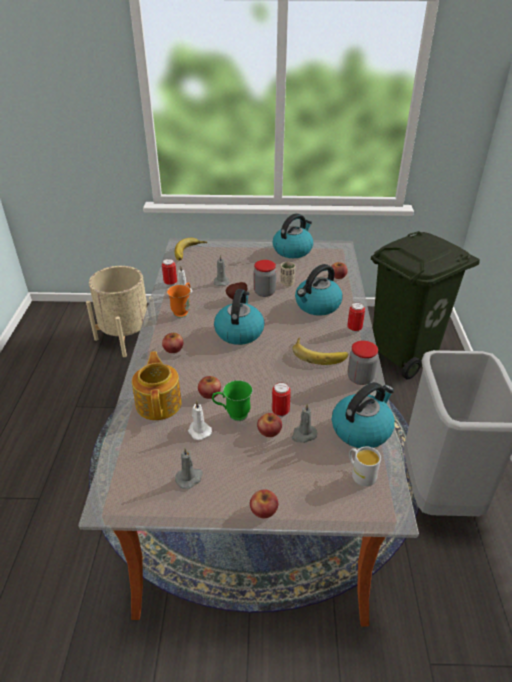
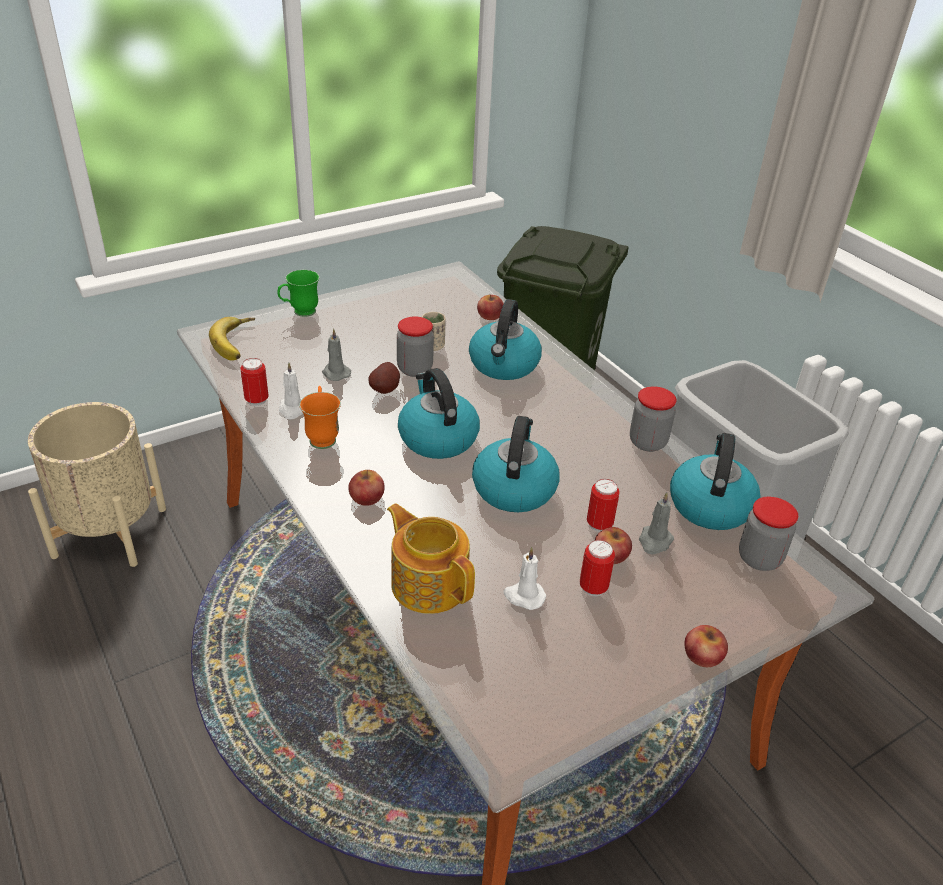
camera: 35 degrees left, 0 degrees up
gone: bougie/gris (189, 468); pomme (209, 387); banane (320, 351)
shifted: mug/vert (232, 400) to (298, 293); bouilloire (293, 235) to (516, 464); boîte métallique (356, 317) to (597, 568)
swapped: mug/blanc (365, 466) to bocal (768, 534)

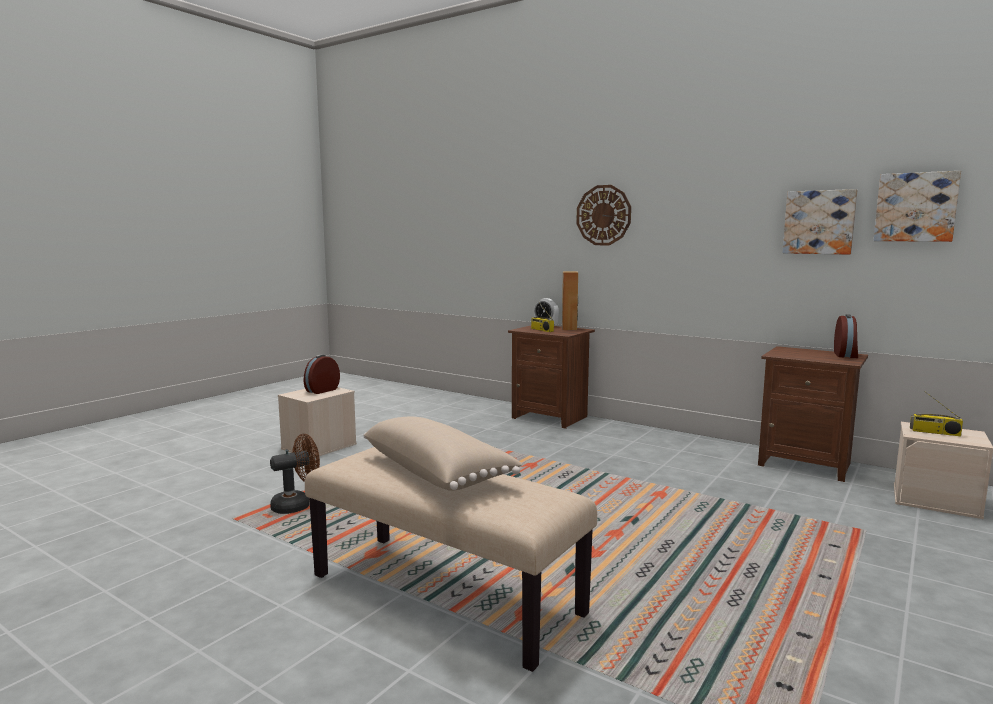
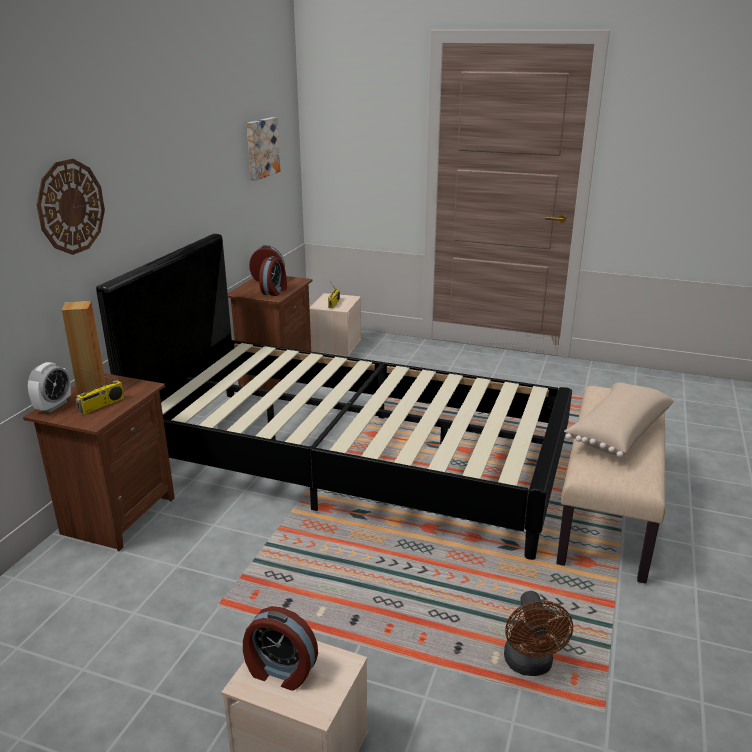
camera: 105 degrees left, 15 degrees up
gone: tableau (820, 222)
new: lit/noir (334, 397); réveil (273, 276)
rotated: ventilateur/marron (295, 474) = (538, 633) 135 degrees counterclockwise

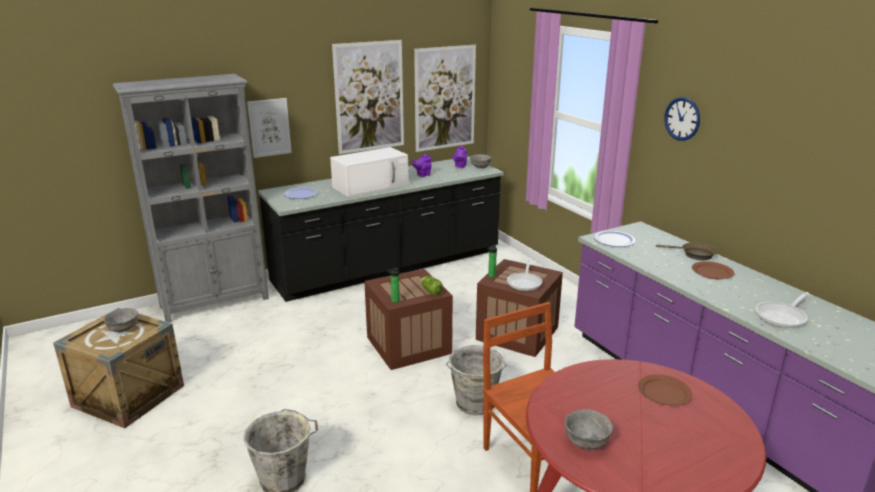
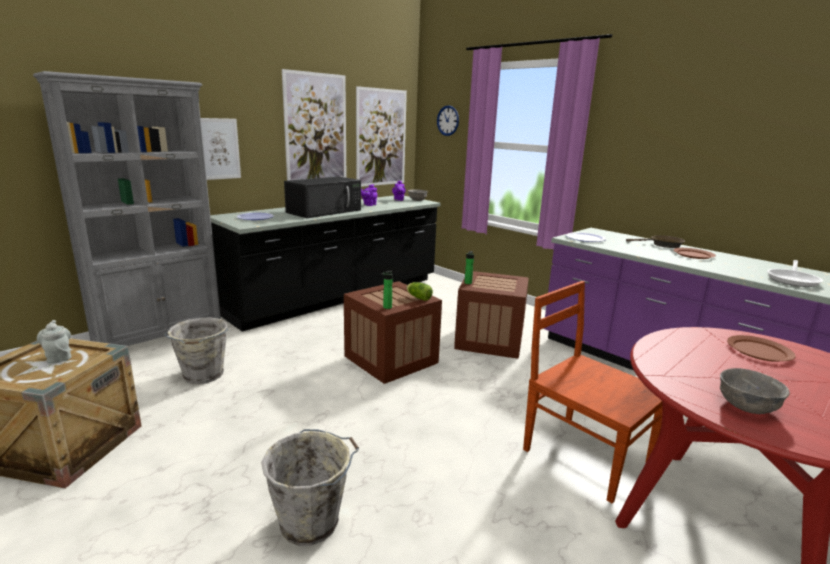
camera: 15 degrees left, 5 degrees down
gone: poêle (524, 275)
shifted: seau/gris (476, 380) to (196, 351); horloge murale (682, 119) to (448, 120)
swapped: bol/gris (121, 320) to théière/gris (54, 342)
repainted: micro-ondes/blanc (369, 172) to micro-ondes/noir (322, 197)

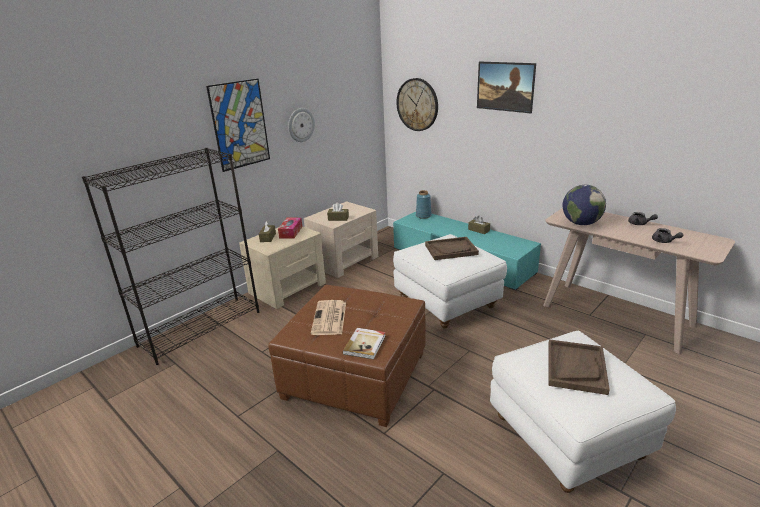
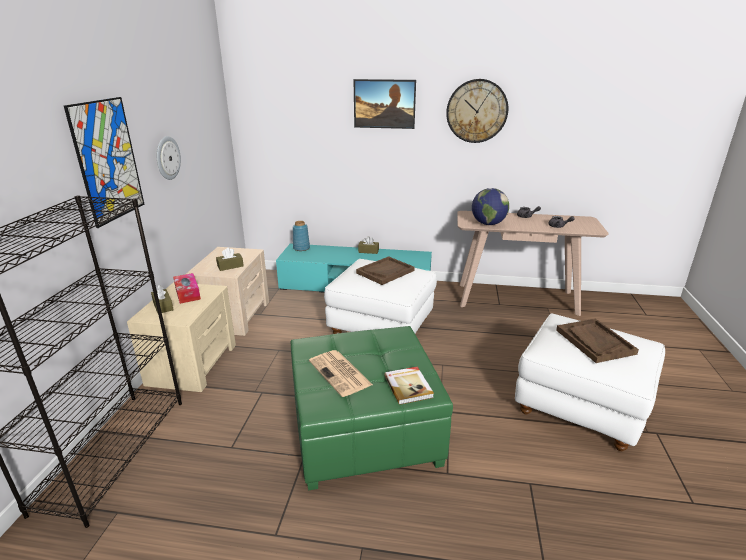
camera: 35 degrees left, 0 degrees up
shifted: horloge murale (417, 104) to (477, 111)
repainted: pouf/marron (346, 355) to pouf/vert (372, 408)

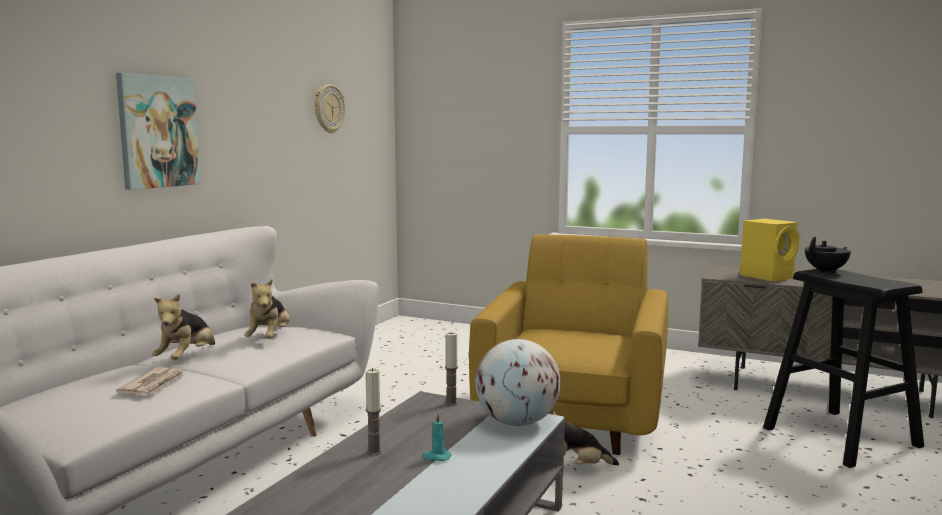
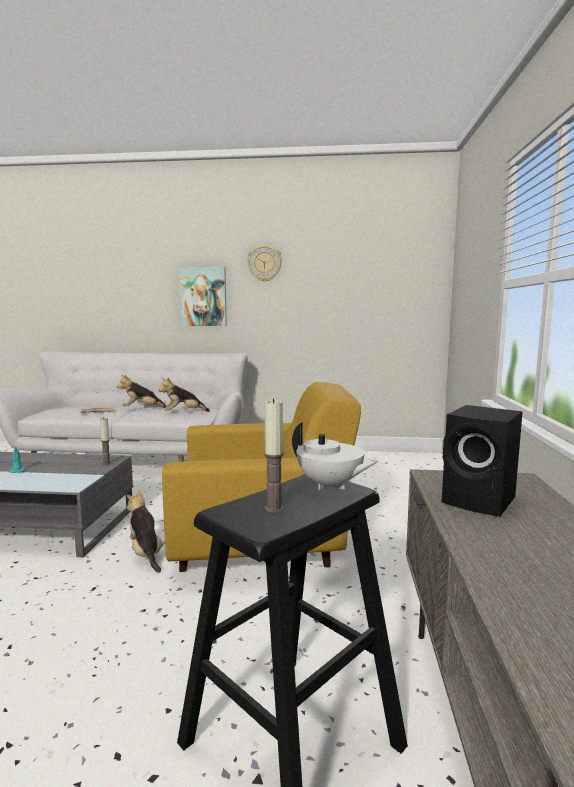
camera: 70 degrees right, 0 degrees up
gone: globe (518, 382)
shifted: horloge murale (330, 108) to (264, 263); bougie (373, 412) to (274, 455)
repainted: théière/noir (828, 255) to théière/blanc (335, 456); enceinte/jaune (769, 250) to enceinte/noir (482, 461)

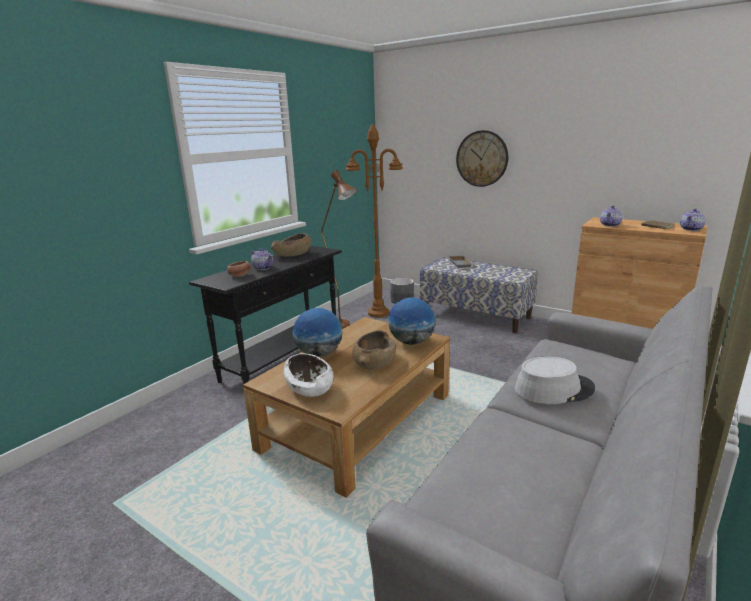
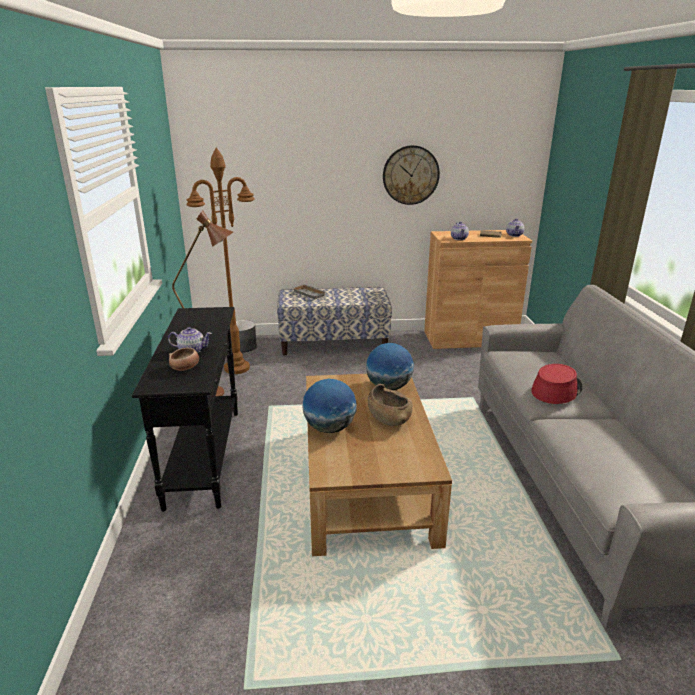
camera: 40 degrees left, 5 degrees up
gone: bol/marron (291, 245); bol/blanc (308, 375)
shifted: horloge murale (482, 158) to (411, 175)
repainted: chapeau/gris (555, 380) to chapeau/rouge (557, 384)

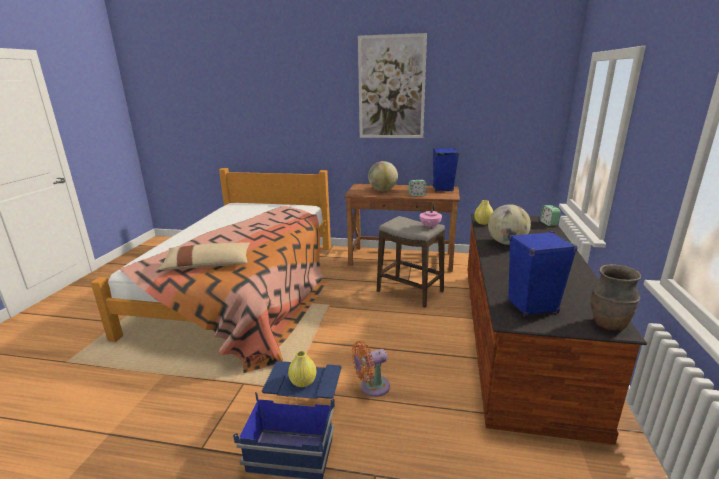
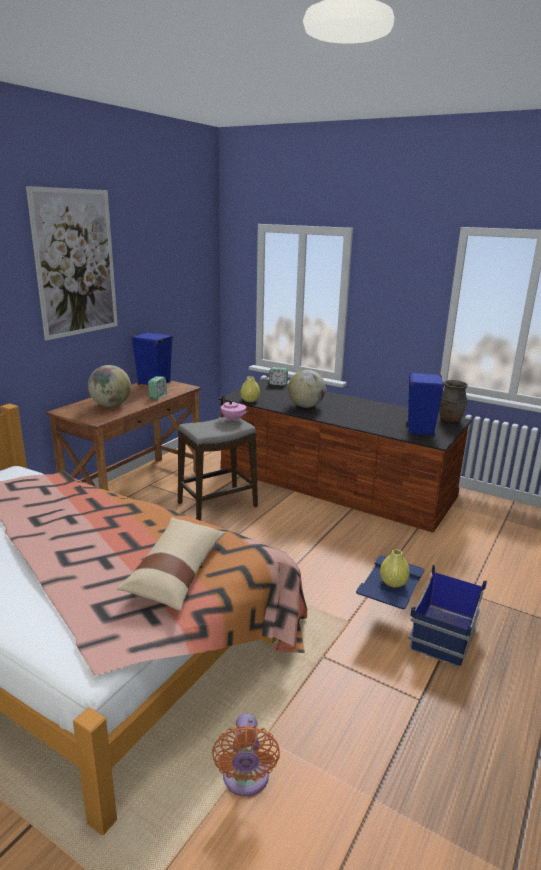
camera: 70 degrees left, 0 degrees up
shifted: ventilateur/orange (371, 369) to (246, 755)

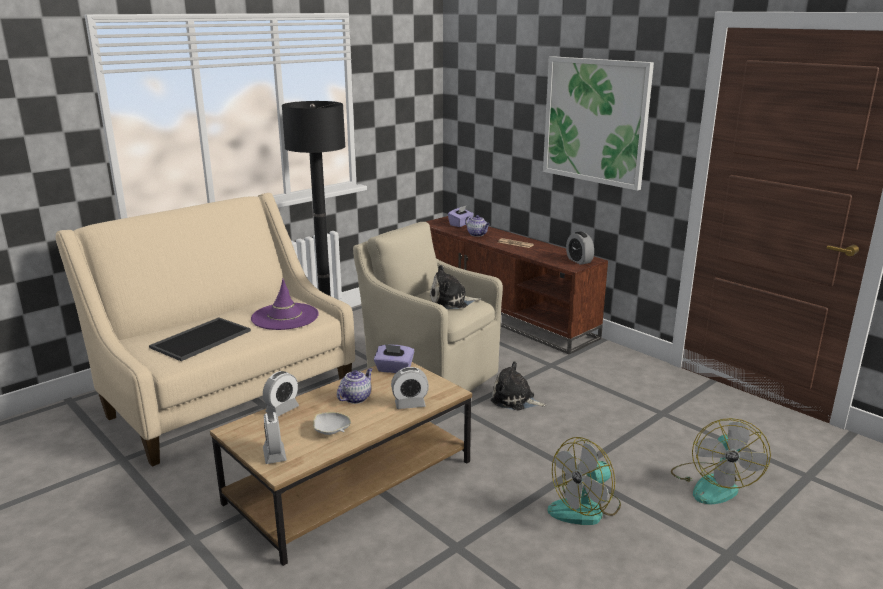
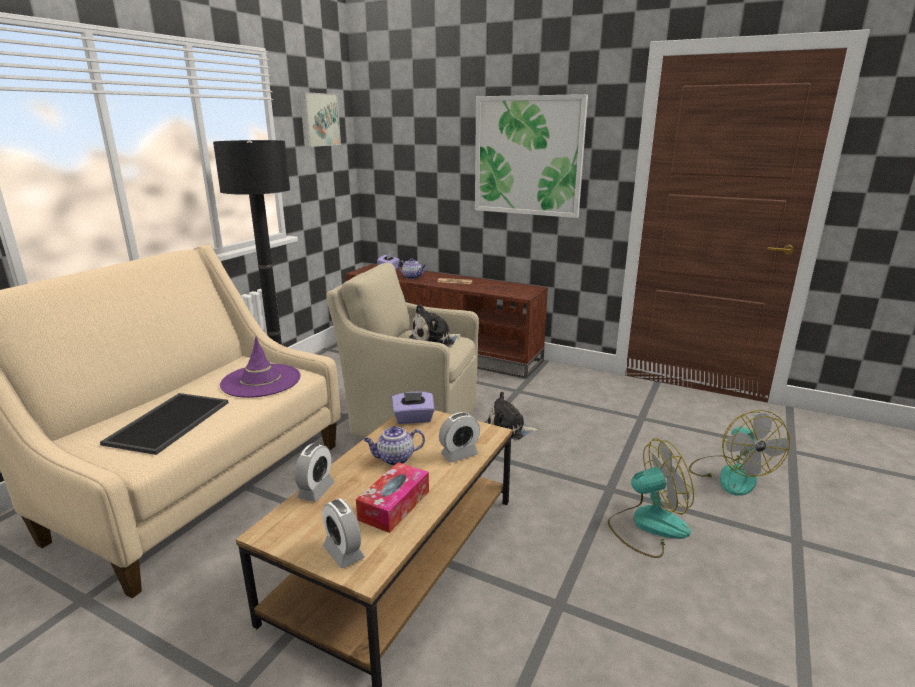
camera: 20 degrees left, 0 degrees up
gone: réveil (580, 248)
new: tableau (320, 119)
swapped: bol/blanc (332, 423) to boîte à mouchoirs (392, 497)
rotated: théière (355, 386) = (394, 446) 120 degrees counterclockwise; ventilateur (584, 481) = (651, 498) 135 degrees counterclockwise

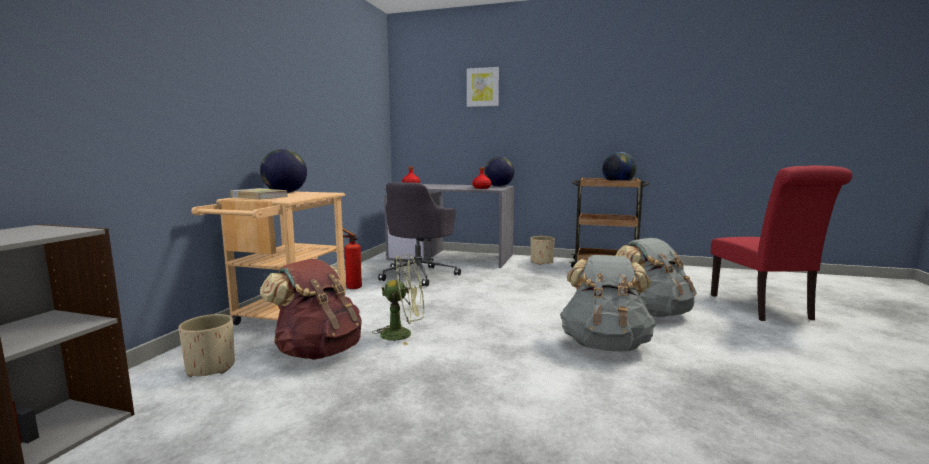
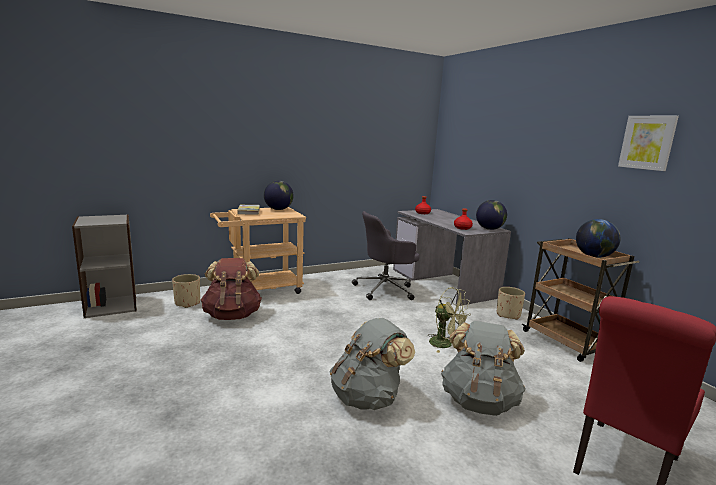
camera: 45 degrees right, 5 degrees up
gone: extincteur (352, 258)
shifted: ventilateur/vert (398, 299) to (449, 320); tableau (483, 87) to (648, 143)

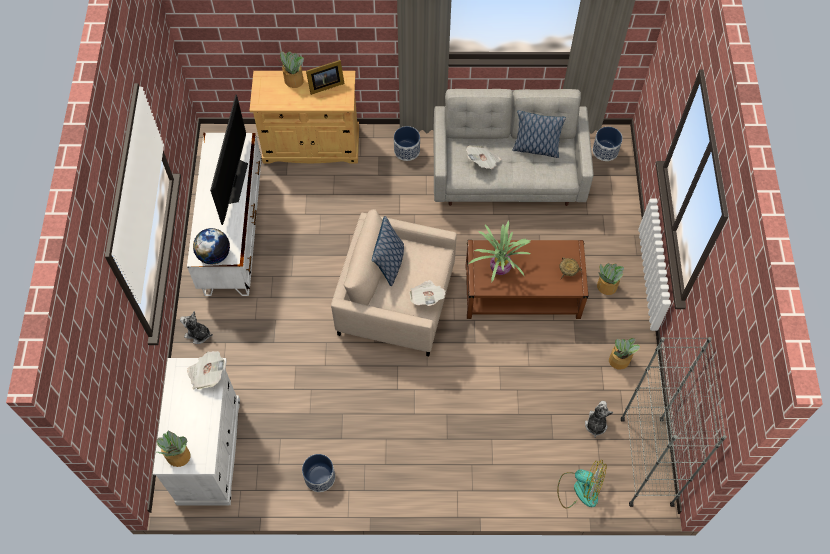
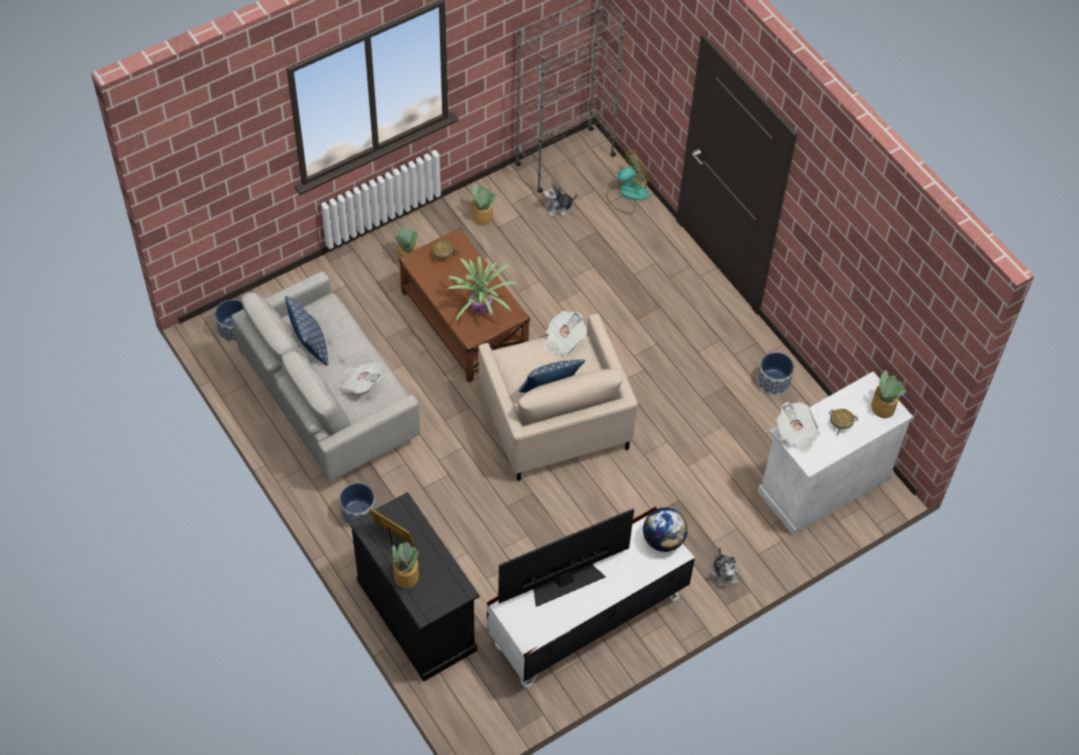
camera: 125 degrees left, 5 degrees down
new: bol/beige (843, 422)
repainted: meuble de rangement/beige (304, 117) to meuble de rangement/noir (415, 586)
rotated: ventilateur (582, 484) = (628, 182) 75 degrees clockwise

